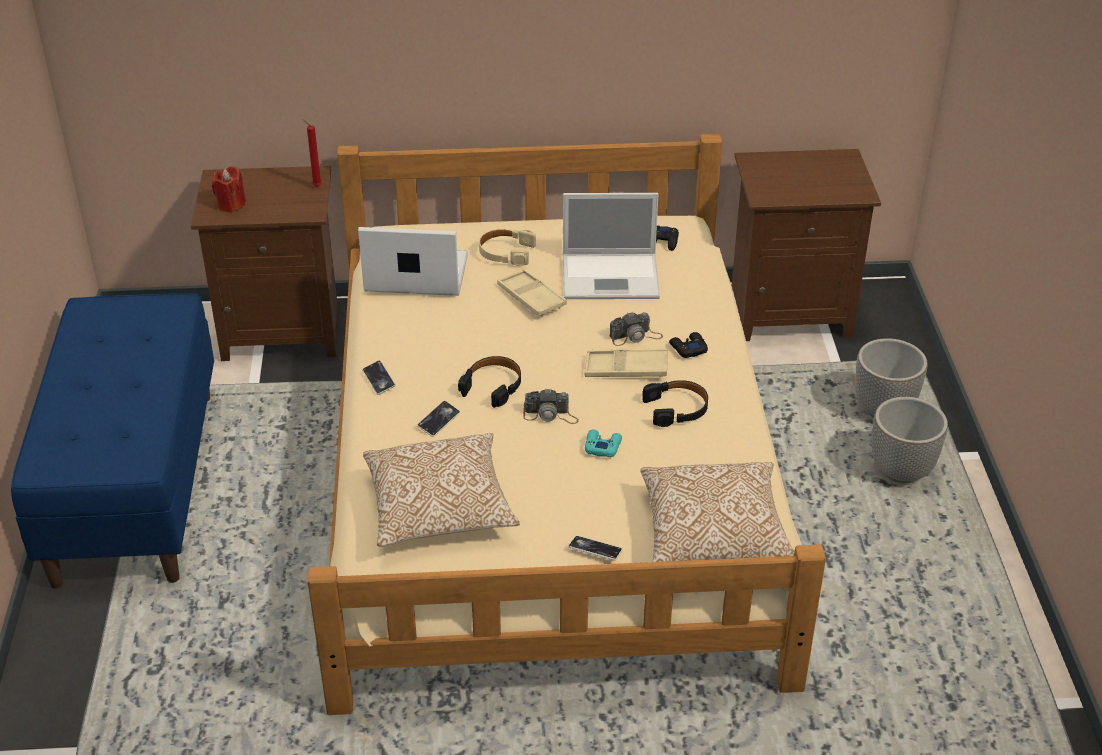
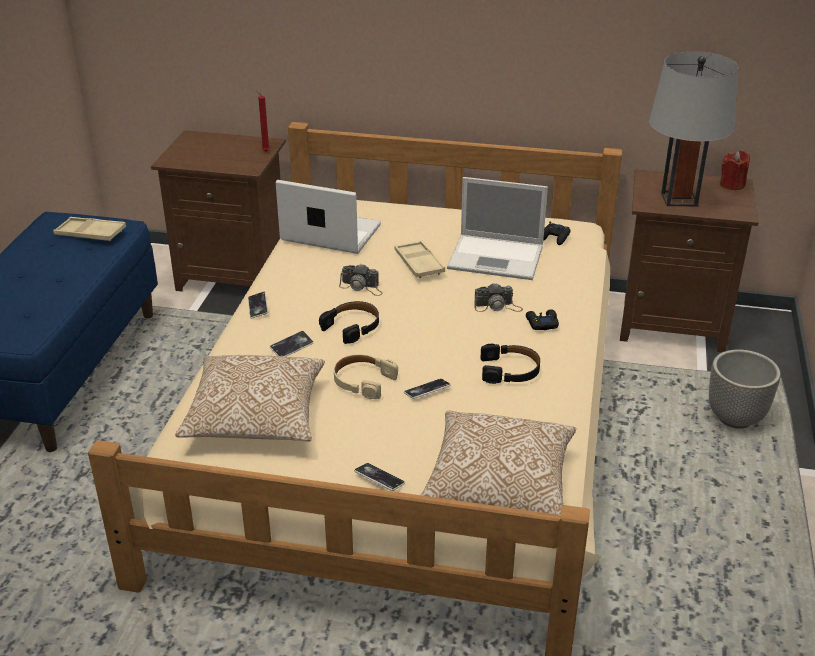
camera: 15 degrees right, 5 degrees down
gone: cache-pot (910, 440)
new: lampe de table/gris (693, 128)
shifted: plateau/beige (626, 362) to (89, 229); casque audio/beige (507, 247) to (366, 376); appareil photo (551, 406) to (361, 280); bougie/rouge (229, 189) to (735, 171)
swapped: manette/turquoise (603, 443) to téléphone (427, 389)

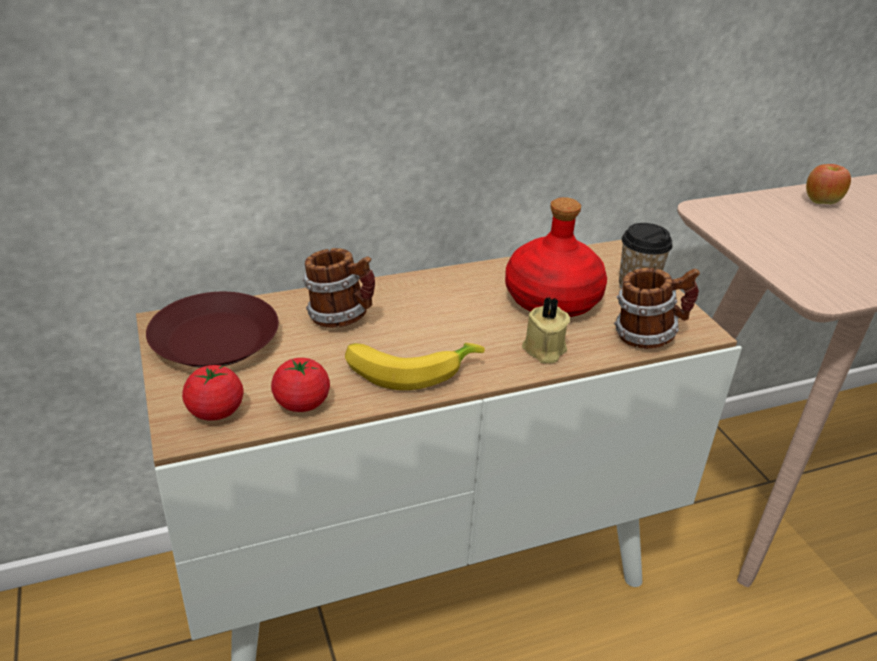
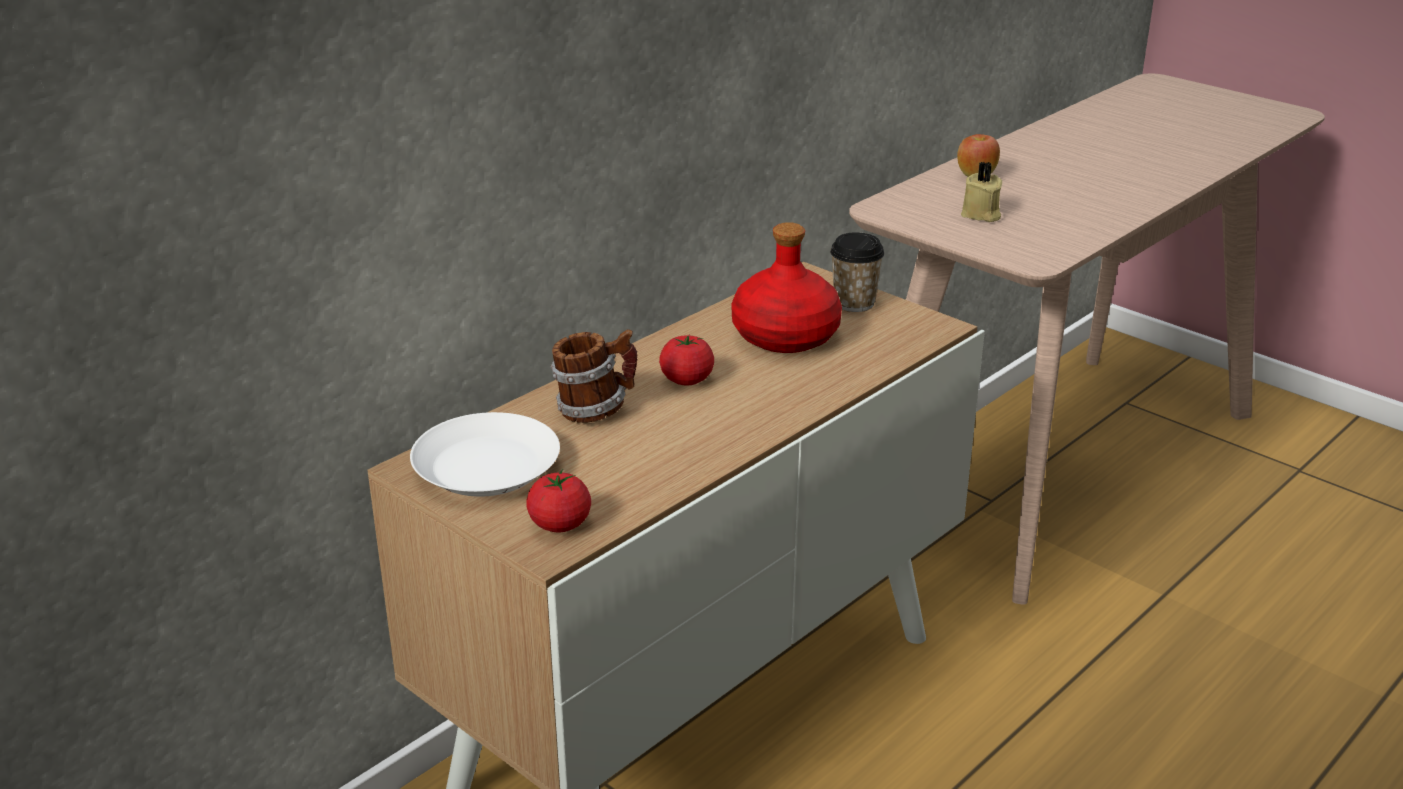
camera: 25 degrees left, 5 degrees down
gone: banane (415, 366); mug (657, 308)
shifted: tomate (300, 385) to (686, 359); bougie/beige (546, 330) to (981, 191)
repainted: assiette/marron (212, 330) to assiette/blanc (485, 454)

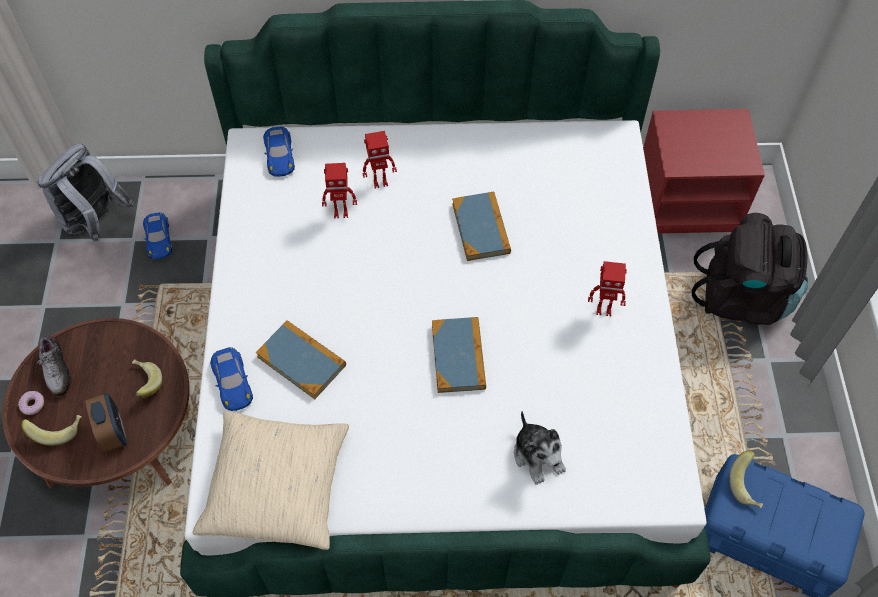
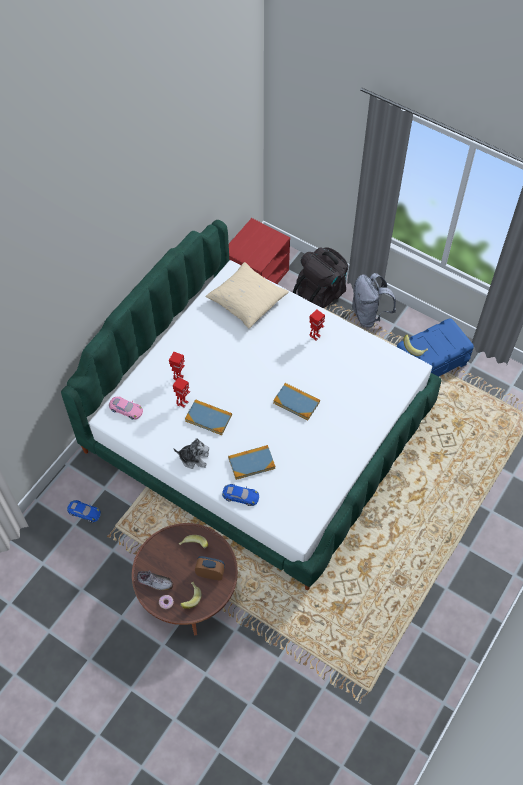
camera: 55 degrees left, 0 degrees up
shifted: peluche (540, 448) to (191, 453); livre (481, 226) to (208, 417); coussin/beige (270, 480) to (247, 295); sac à dos/gris (86, 192) to (374, 300)
repainted: petite voiture/bleu (279, 151) to petite voiture/rose (126, 408)

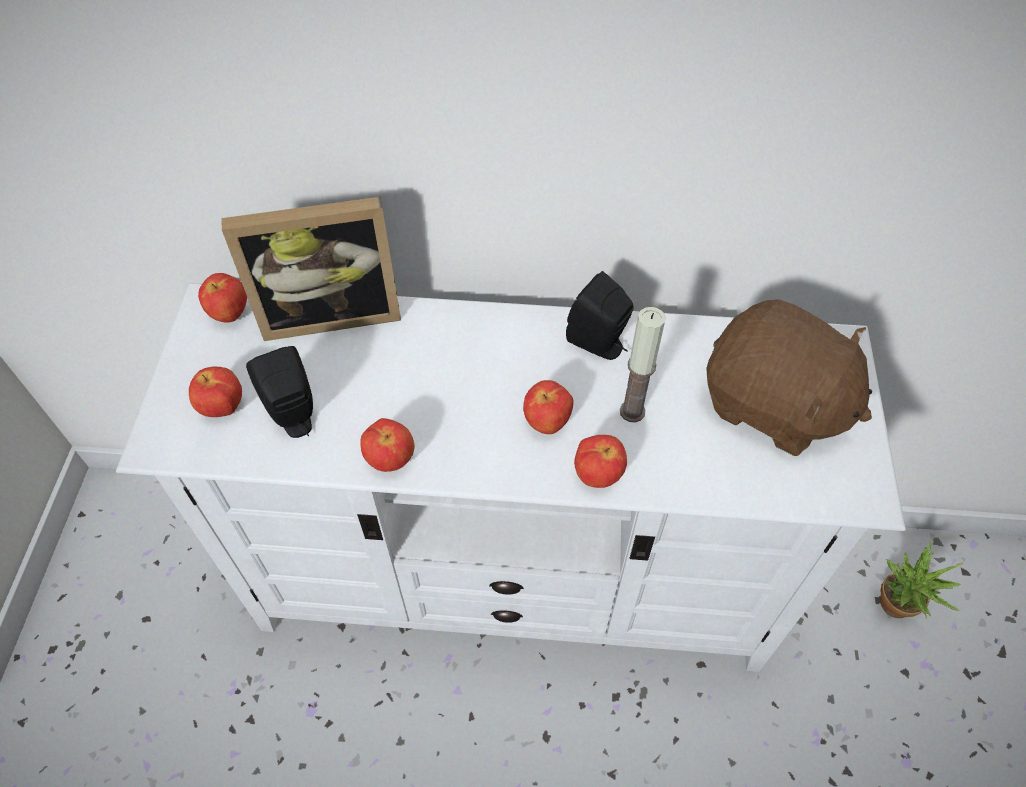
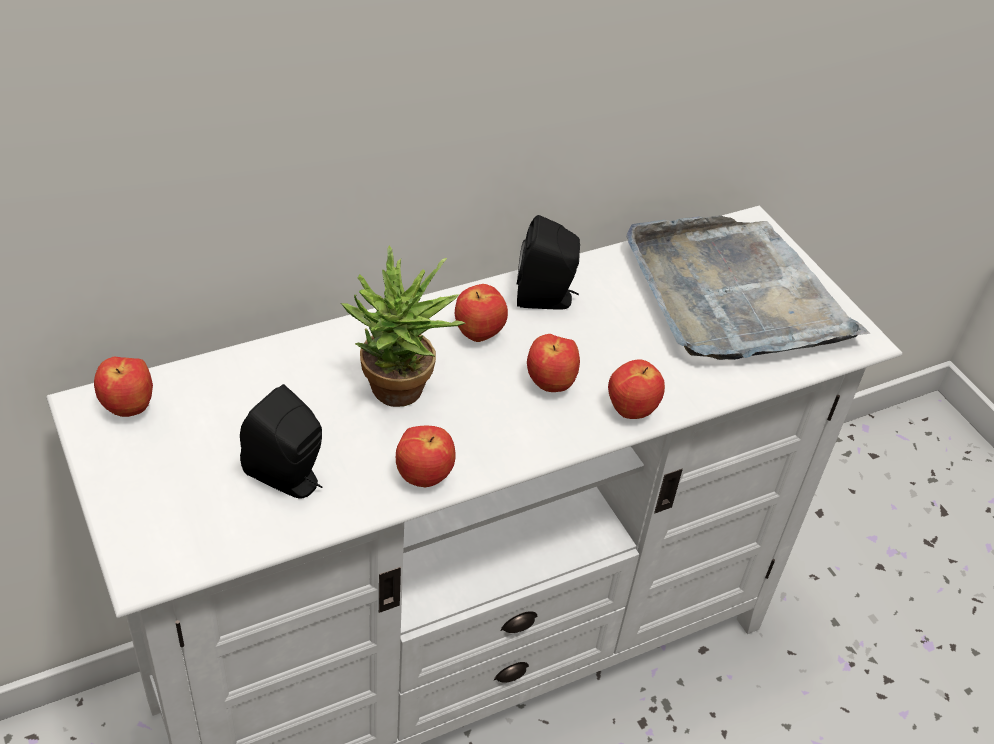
camera: 35 degrees left, 10 degrees down
gone: cadre photo (311, 269); bougie (643, 364)
shifted: plante en pot (922, 580) to (403, 326); pomme (215, 392) to (481, 313)
swapped: peluche/marron (789, 377) to plateau/gris (748, 288)

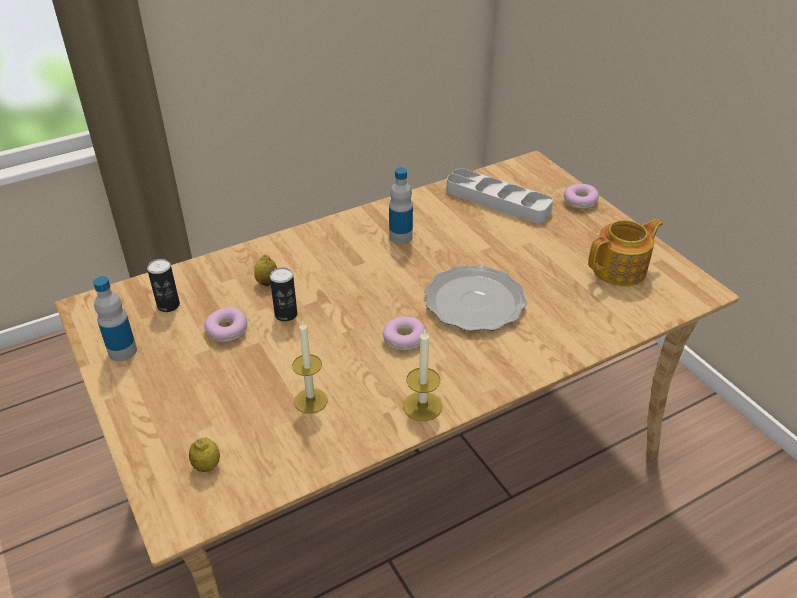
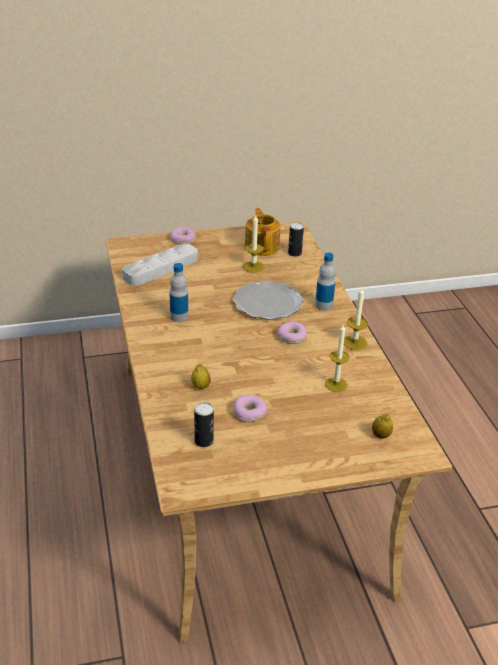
camera: 75 degrees left, 5 degrees down
new: bougie (254, 244)
shifted: boîte métallique (283, 294) to (296, 239); bouteille (115, 318) to (325, 281)

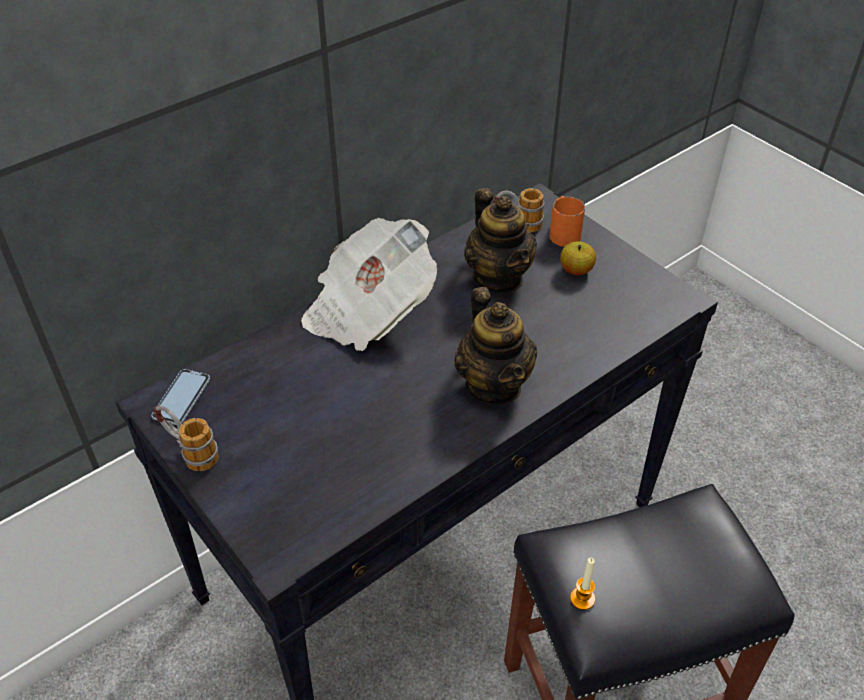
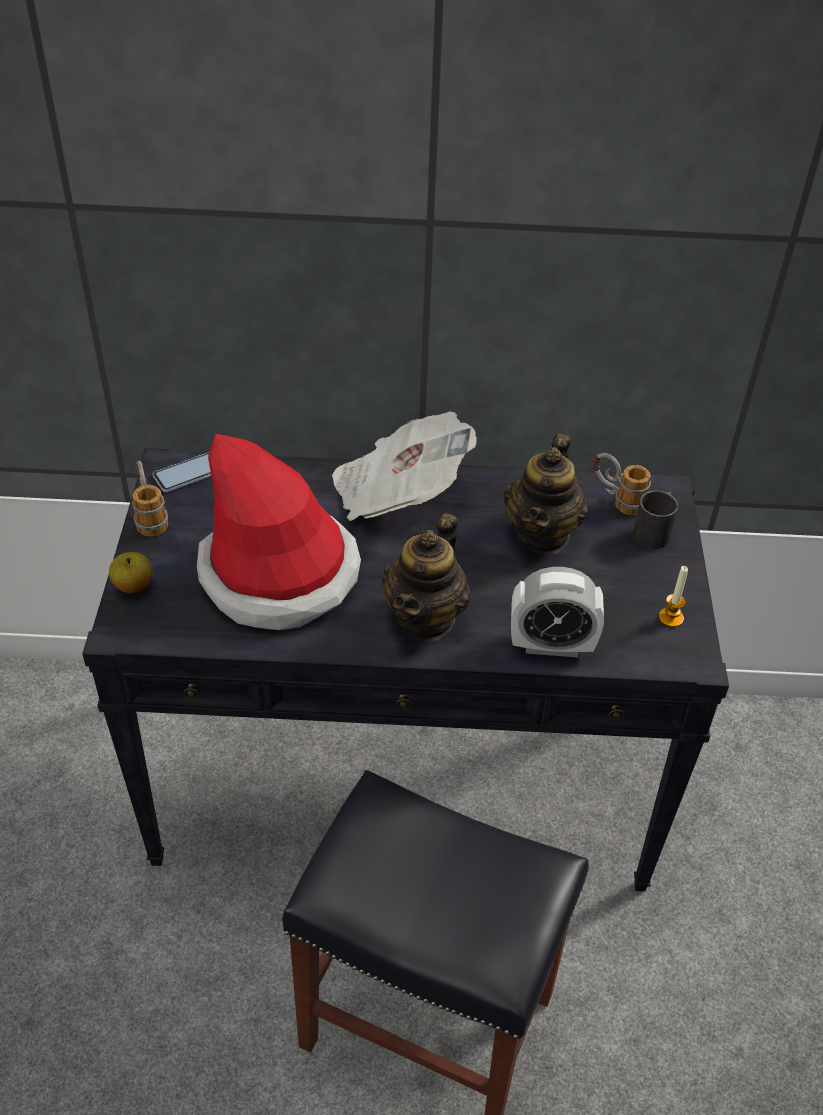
camera: 40 degrees right, 0 degrees up
new: chapeau (279, 532); réveil (557, 612)
shifted: pomme (578, 258) to (131, 572); bougie (582, 583) to (673, 596)
repainted: mug/orange (567, 221) to mug/noir (655, 520)

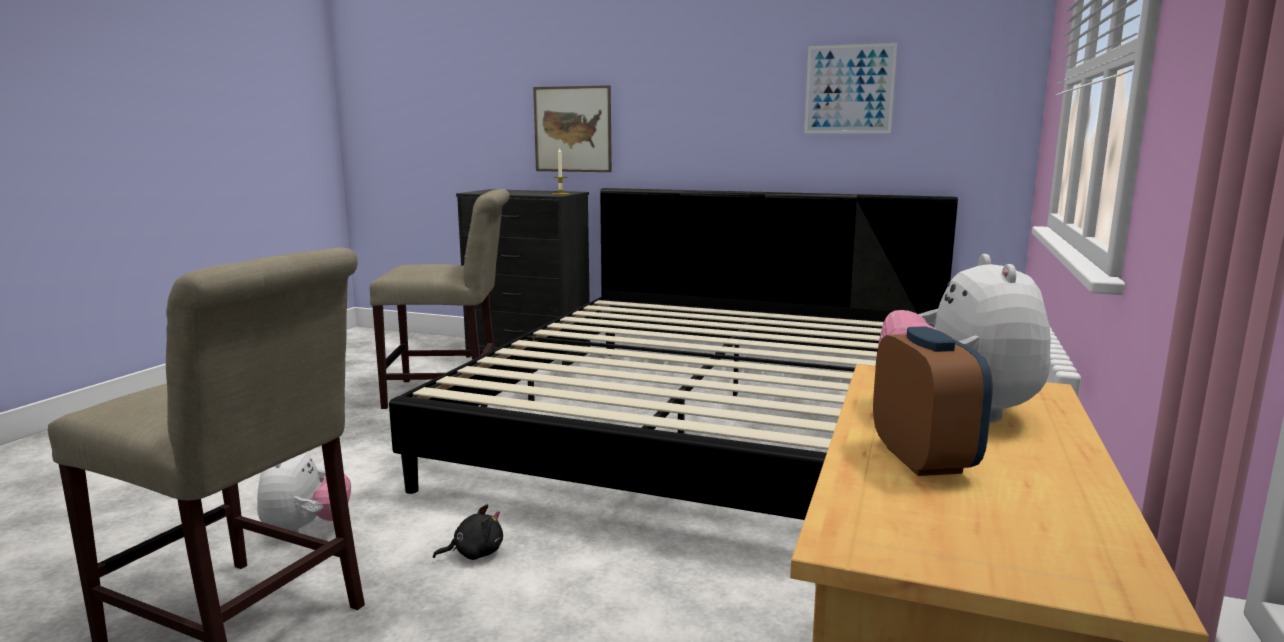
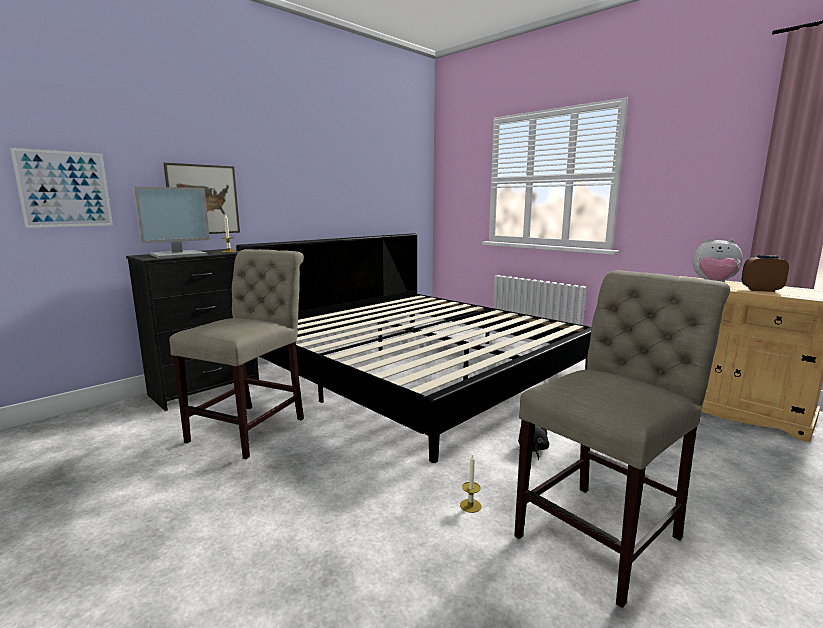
camera: 65 degrees left, 0 degrees up
new: écran d'ordinateur (171, 223)
shifted: tableau (850, 88) to (61, 188)
swapped: peluche (304, 492) to bougie (470, 483)

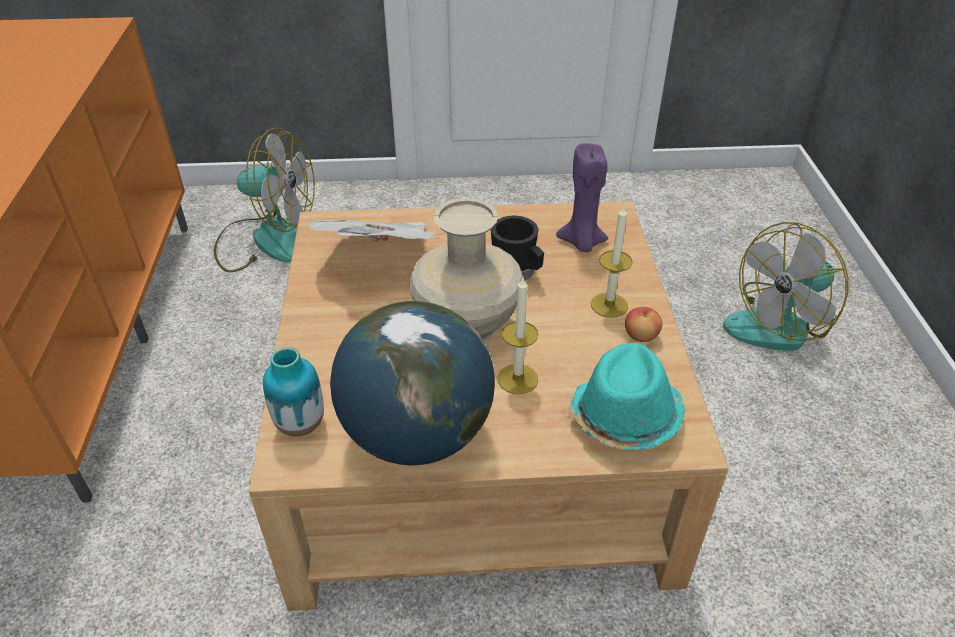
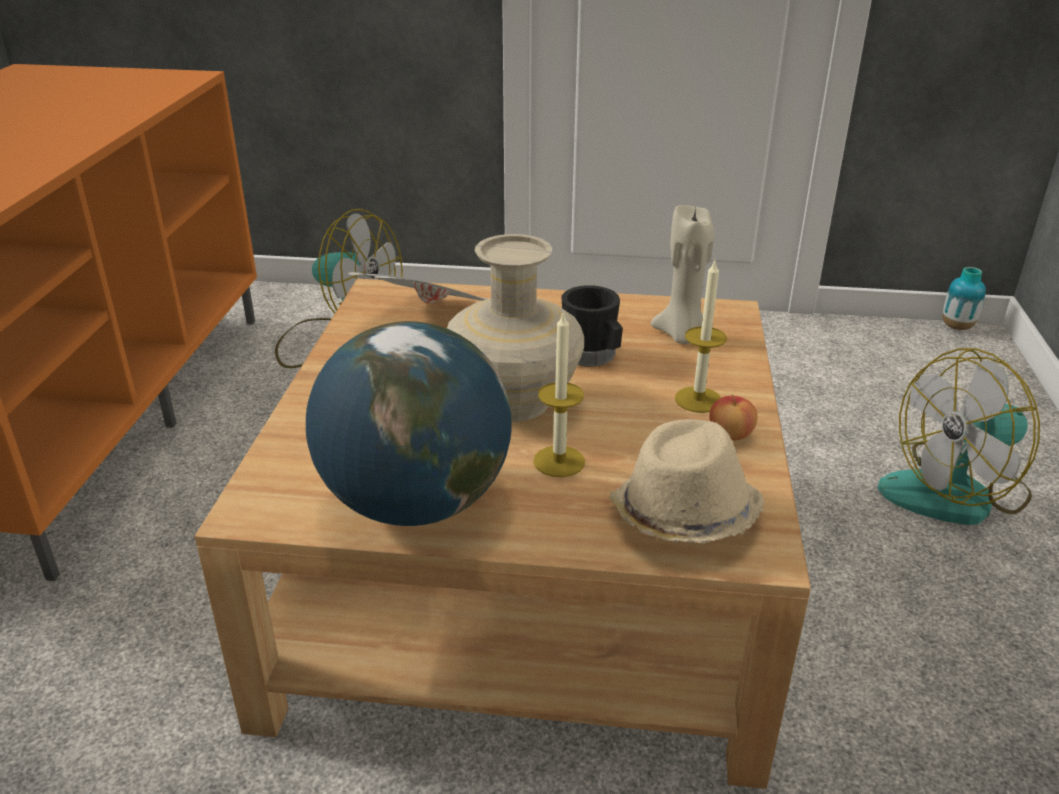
camera: 10 degrees right, 10 degrees down
shifted: vase (293, 392) to (964, 298)
repainted: chapeau/turquoise (626, 396) to chapeau/beige (687, 481); bougie/violet (582, 197) to bougie/beige (682, 274)

